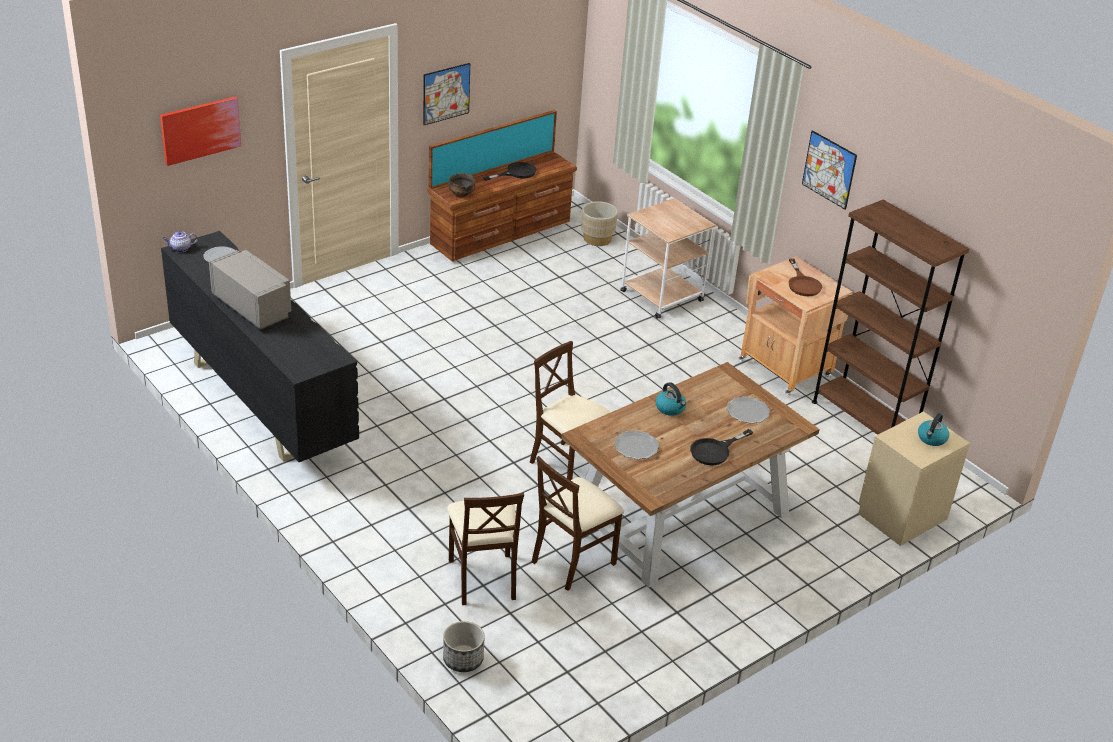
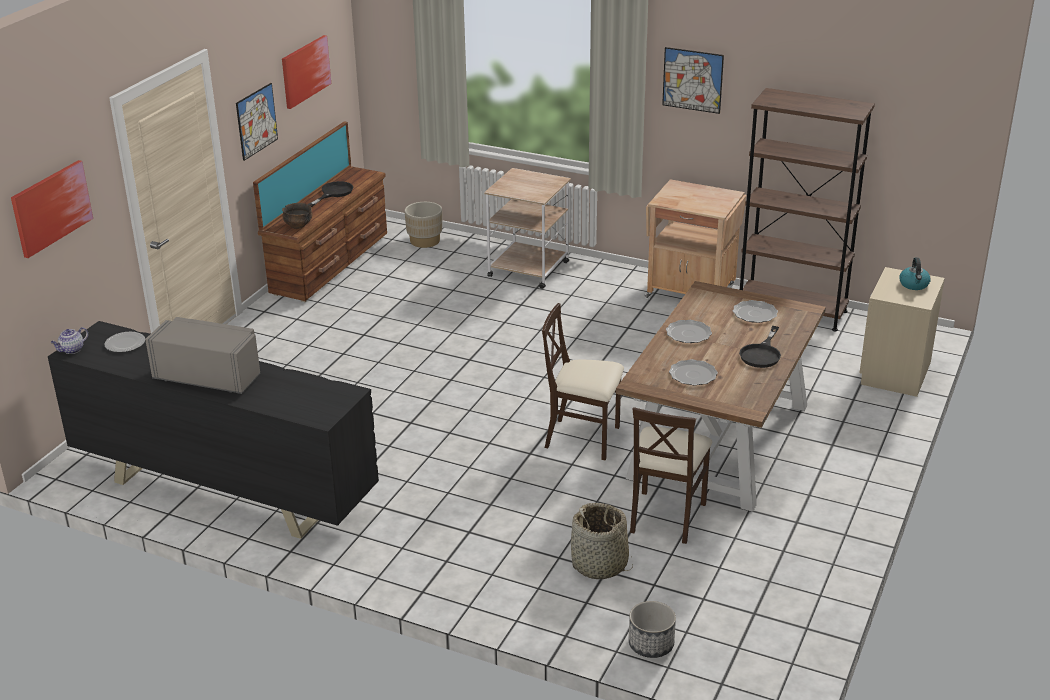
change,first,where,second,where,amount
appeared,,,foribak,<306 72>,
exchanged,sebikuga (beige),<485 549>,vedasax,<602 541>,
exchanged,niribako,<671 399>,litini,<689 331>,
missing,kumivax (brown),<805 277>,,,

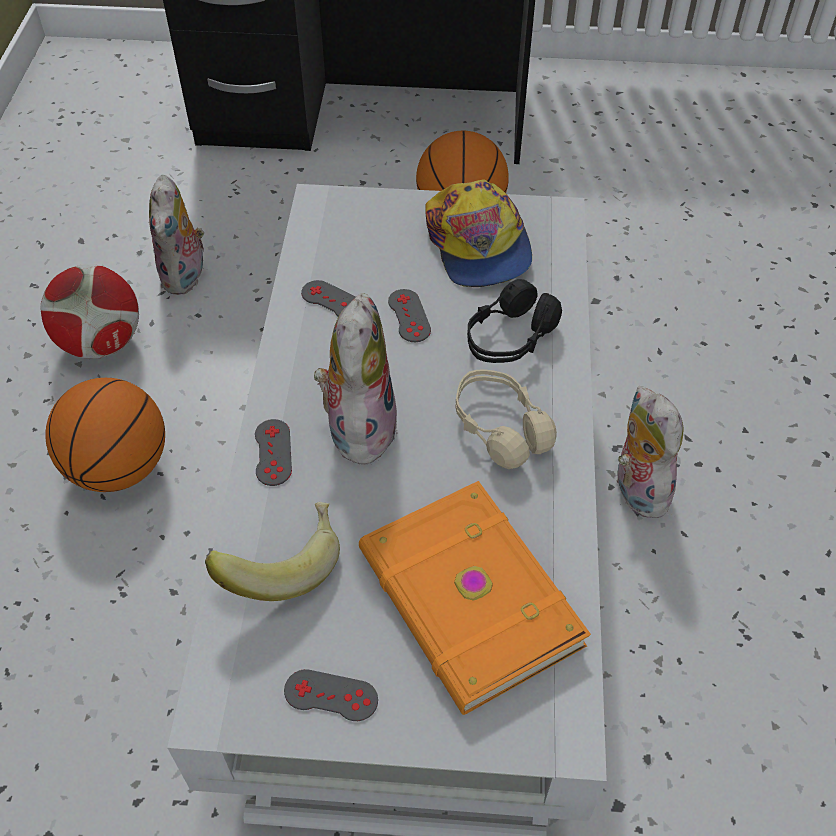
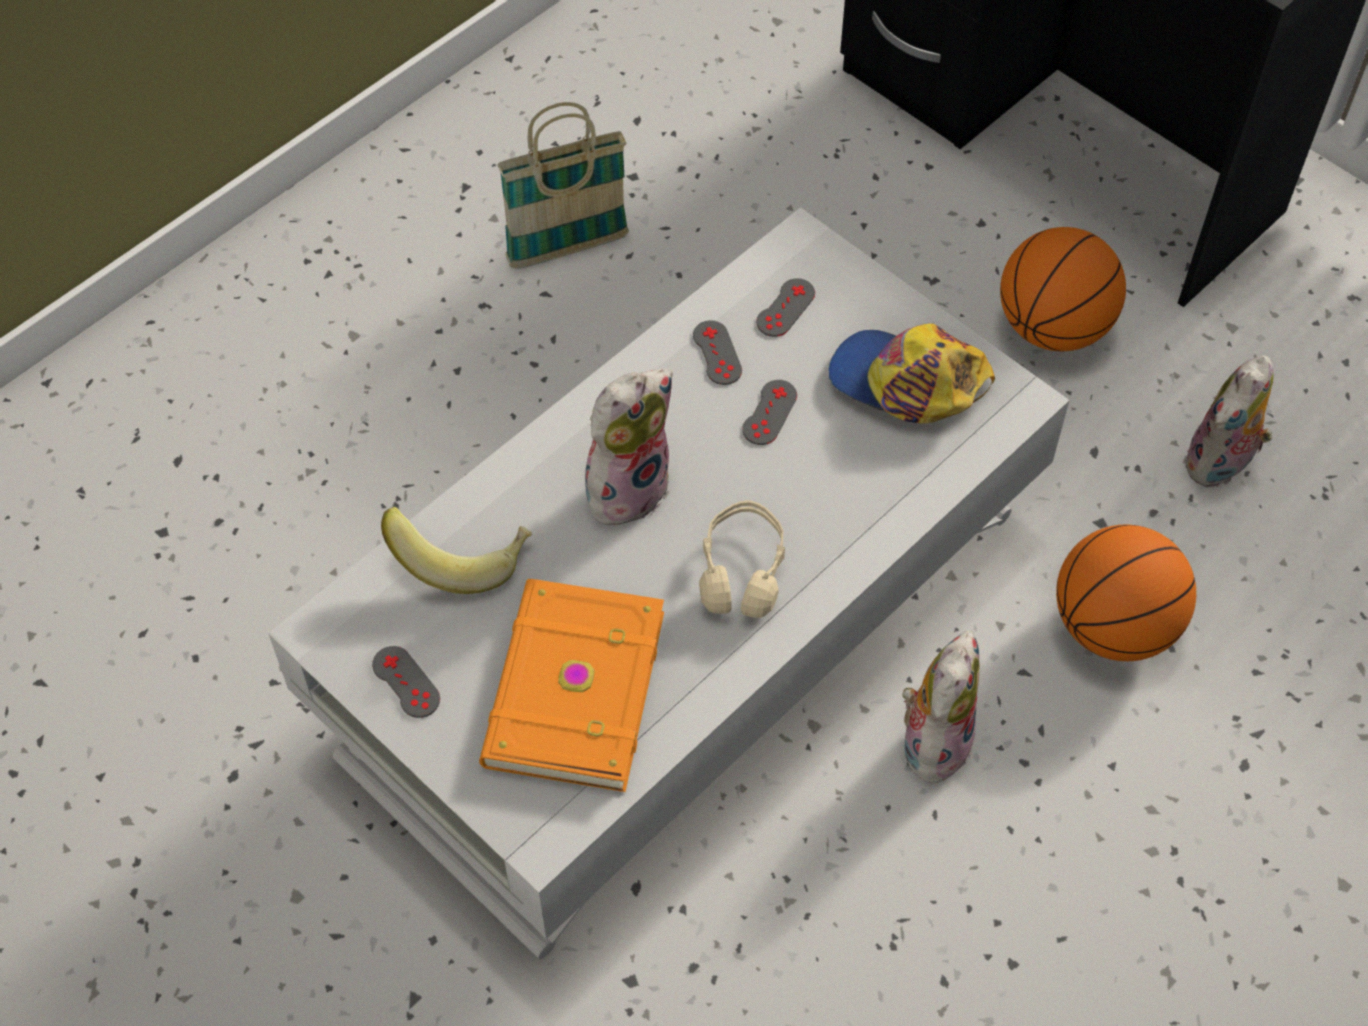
change,first,where,second,where,amount
exchanged,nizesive,<89 311>,vedasax,<563 185>,
relocated,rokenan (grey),<273 452>,,<785 307>,
spun,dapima,<478 233>,,<912 374>,90 degrees clockwise
relocated,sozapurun,<105 435>,,<1126 593>,
relocated,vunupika,<178 235>,,<1228 421>,
missing,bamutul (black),<514 321>,,,

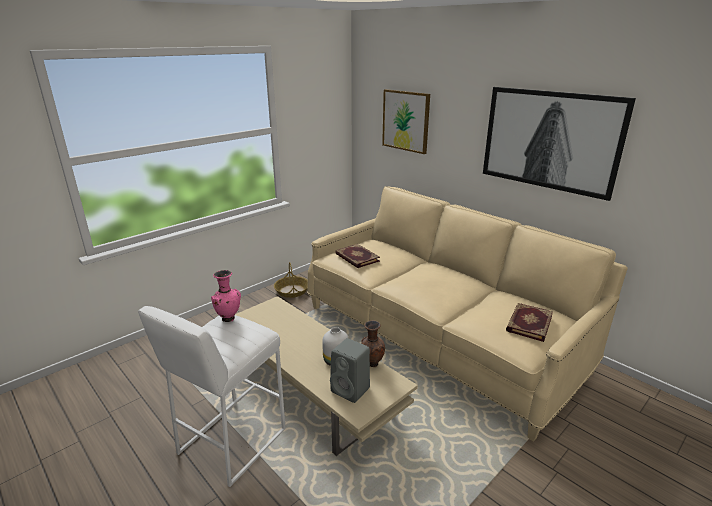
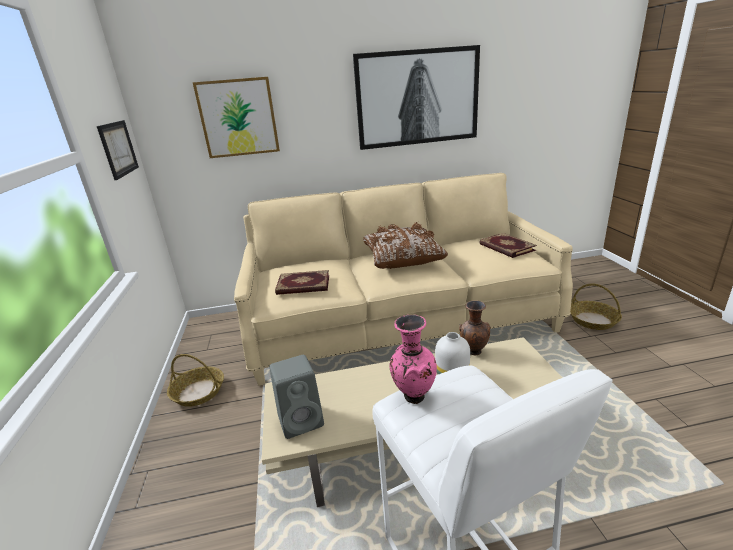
change,first,where,second,where,amount
appeared,,,foribak,<118 150>,
relocated,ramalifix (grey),<350 370>,,<296 397>,
appeared,,,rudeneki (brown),<405 245>,
appeared,,,vedasax,<596 307>,

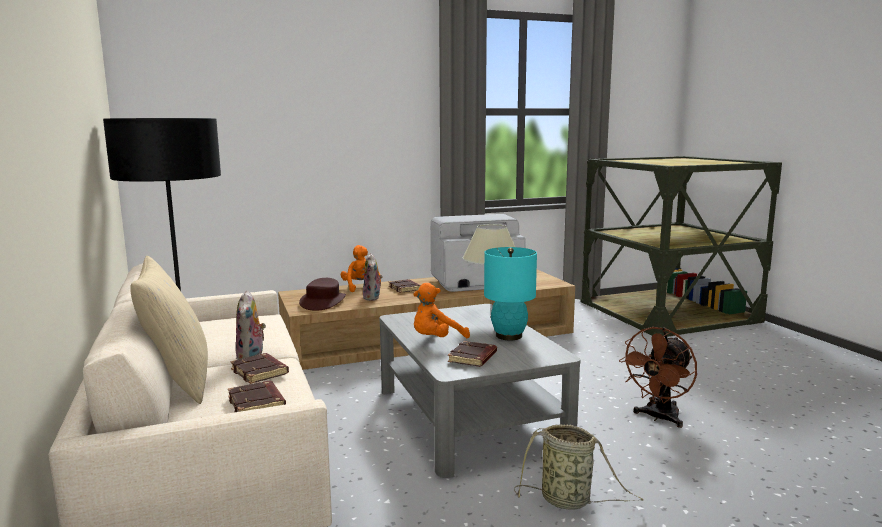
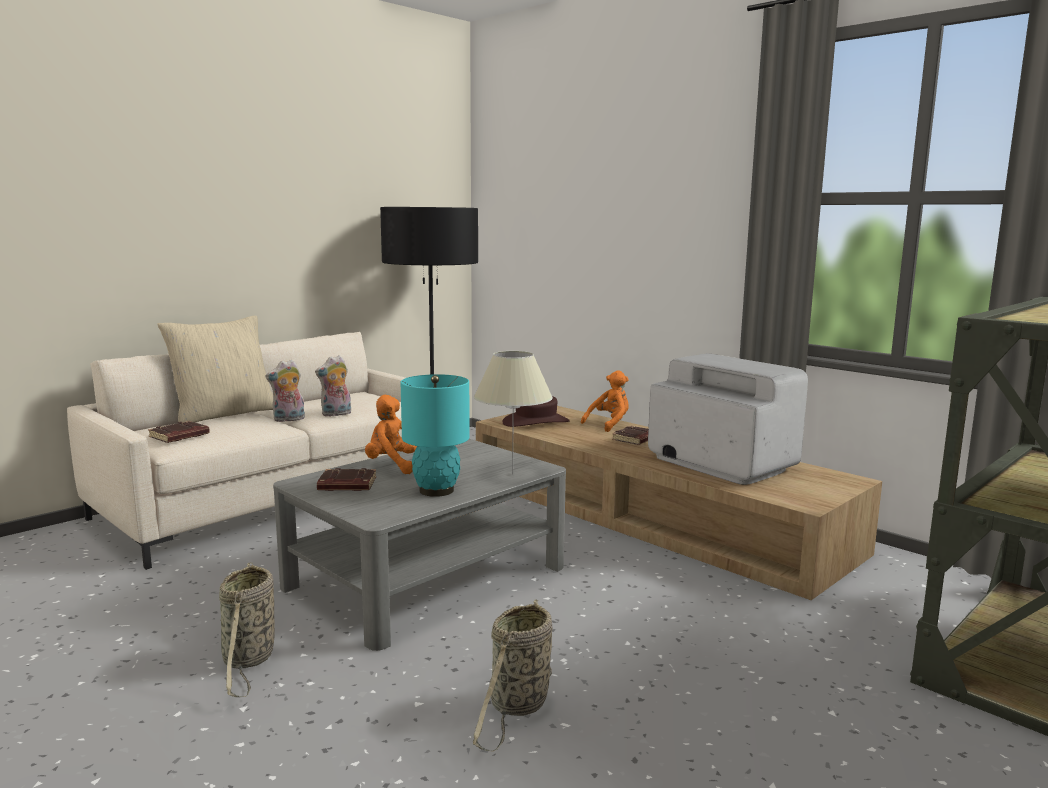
change,first,where,second,where,amount
relocated,vunupika,<373 277>,,<333 386>,
exchanged,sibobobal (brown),<658 377>,vedasax,<513 675>,
missing,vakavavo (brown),<259 368>,,,

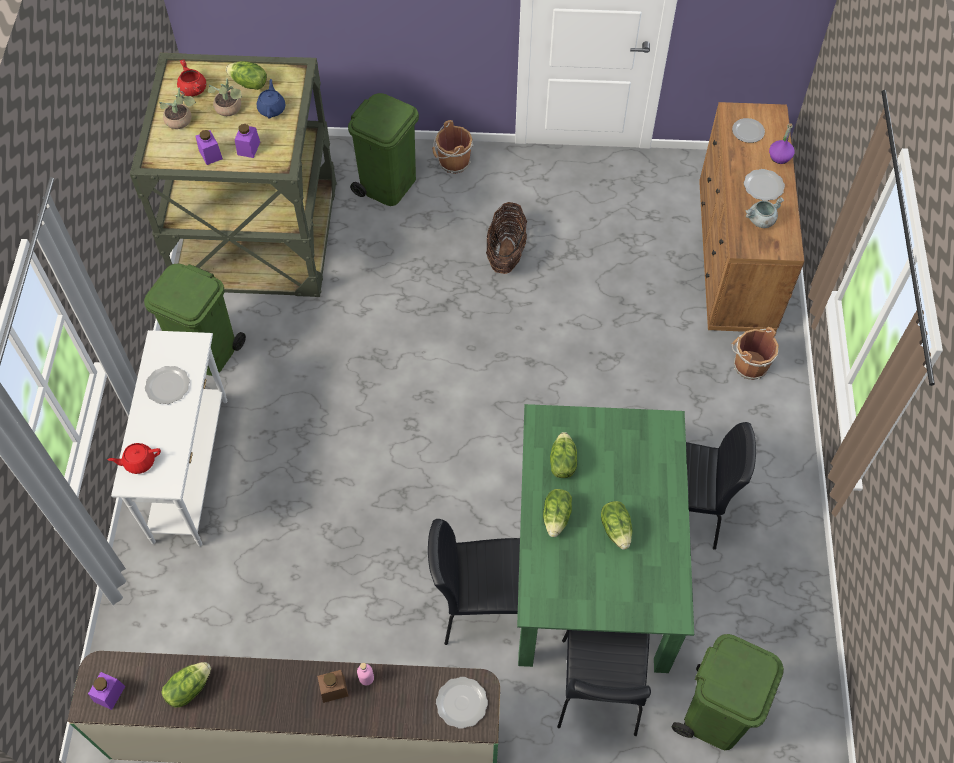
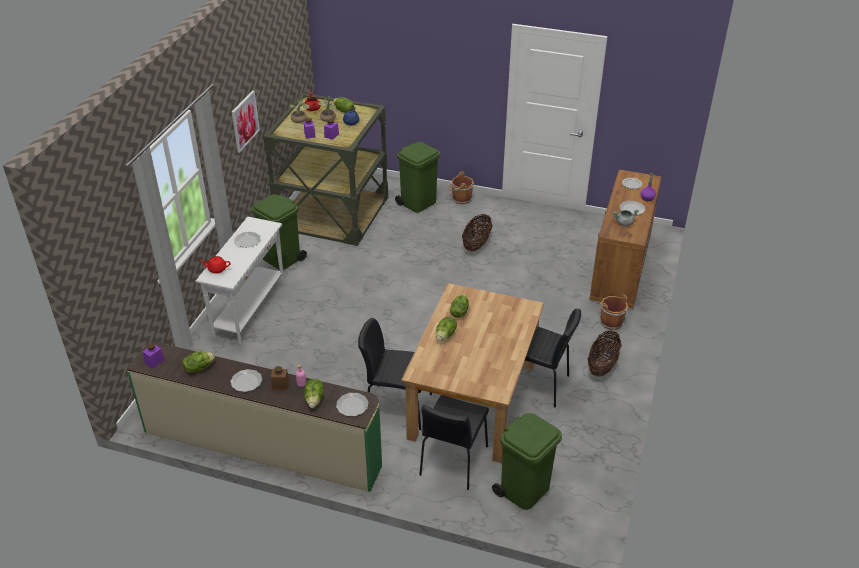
change,first,where,second,where,amount
appeared,,,litini,<246 380>,
appeared,,,foribak,<246 121>,
relocated,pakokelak,<616 525>,,<313 393>,
colour,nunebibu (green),<605 538>,nunebibu (brown),<472 373>,
appeared,,,vedasax,<605 353>,

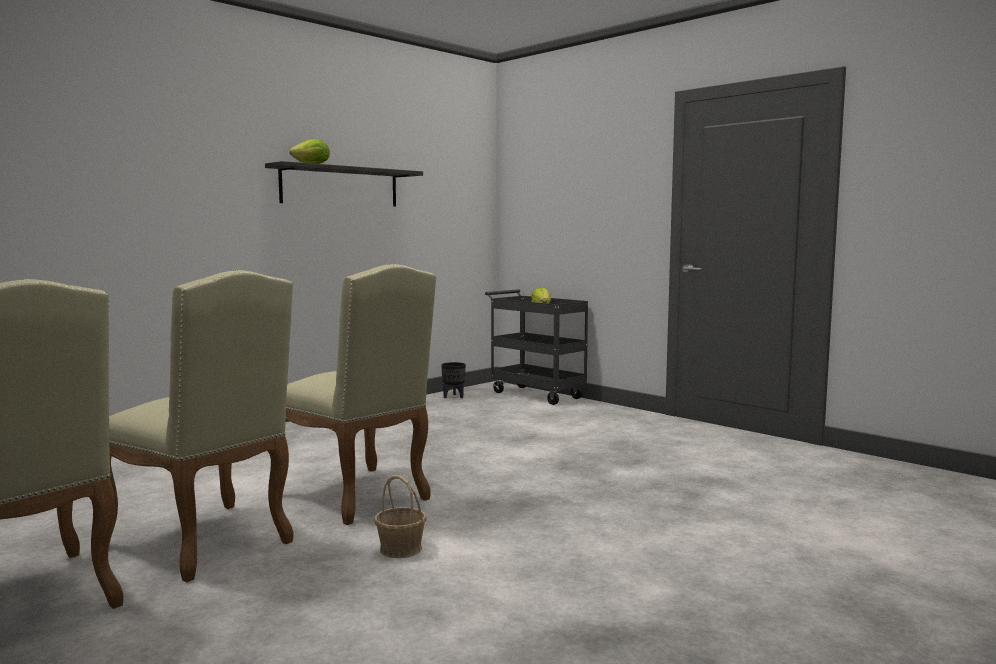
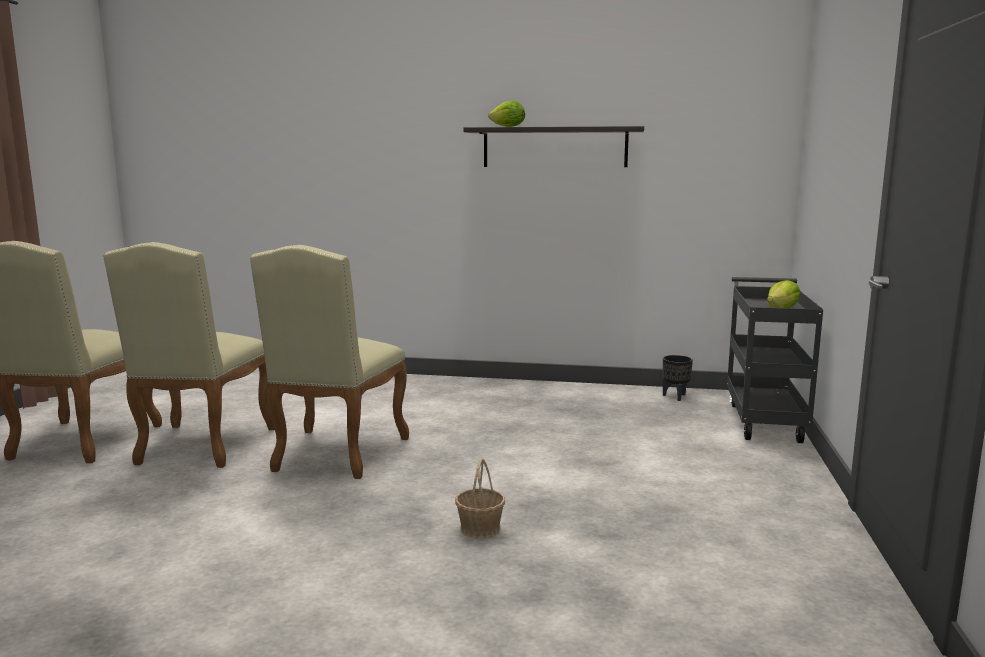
change,first,where,second,where,amount
relocated,vedasax,<400 516>,,<480 498>,

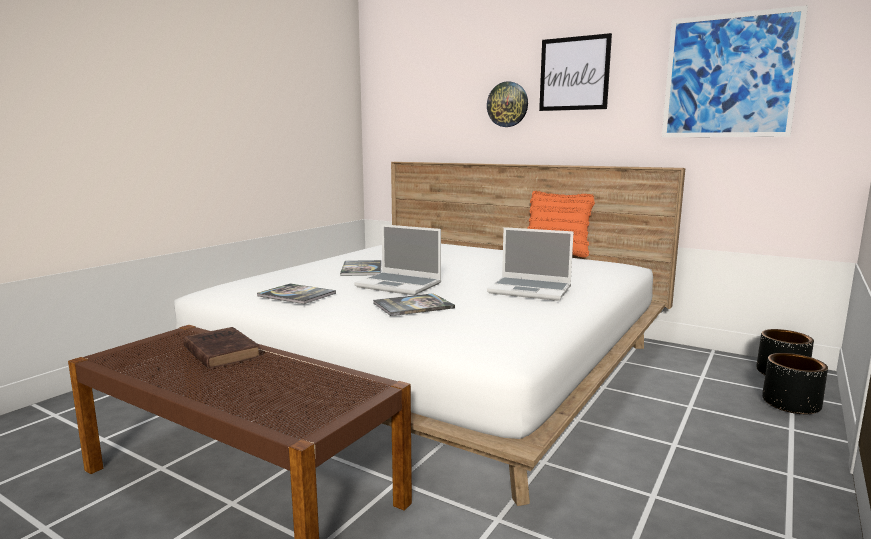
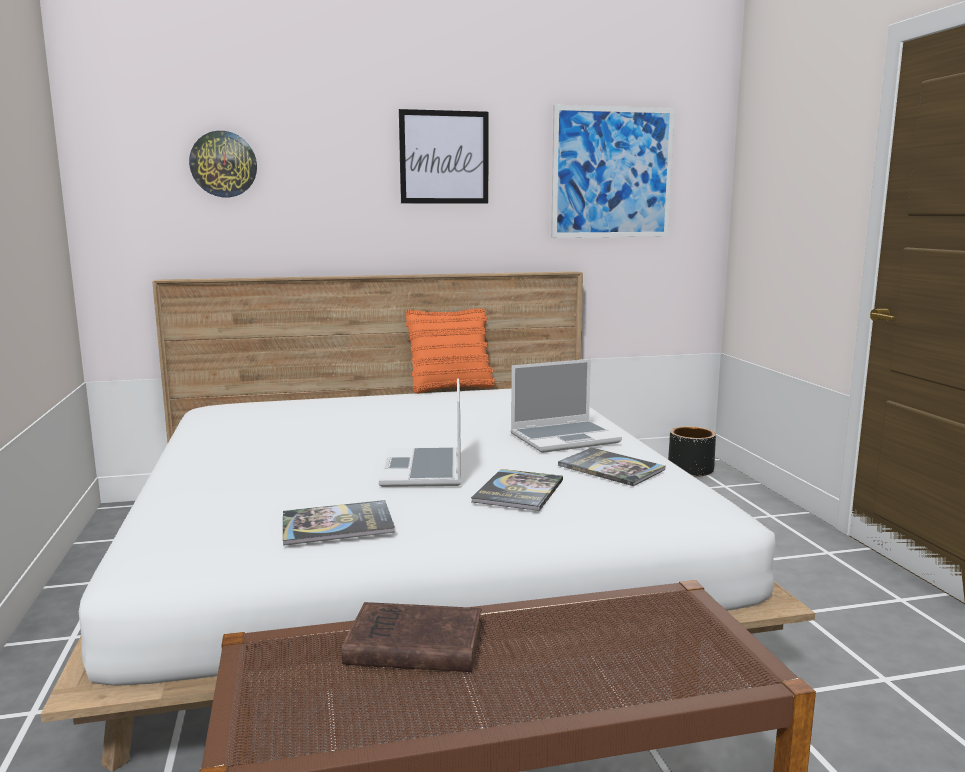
change,first,where,second,where,amount
relocated,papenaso,<507 104>,,<223 164>,
spun,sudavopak,<397 259>,,<420 432>,105 degrees clockwise
relocated,vakavavo,<361 268>,,<611 467>,
missing,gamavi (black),<795 383>,,,

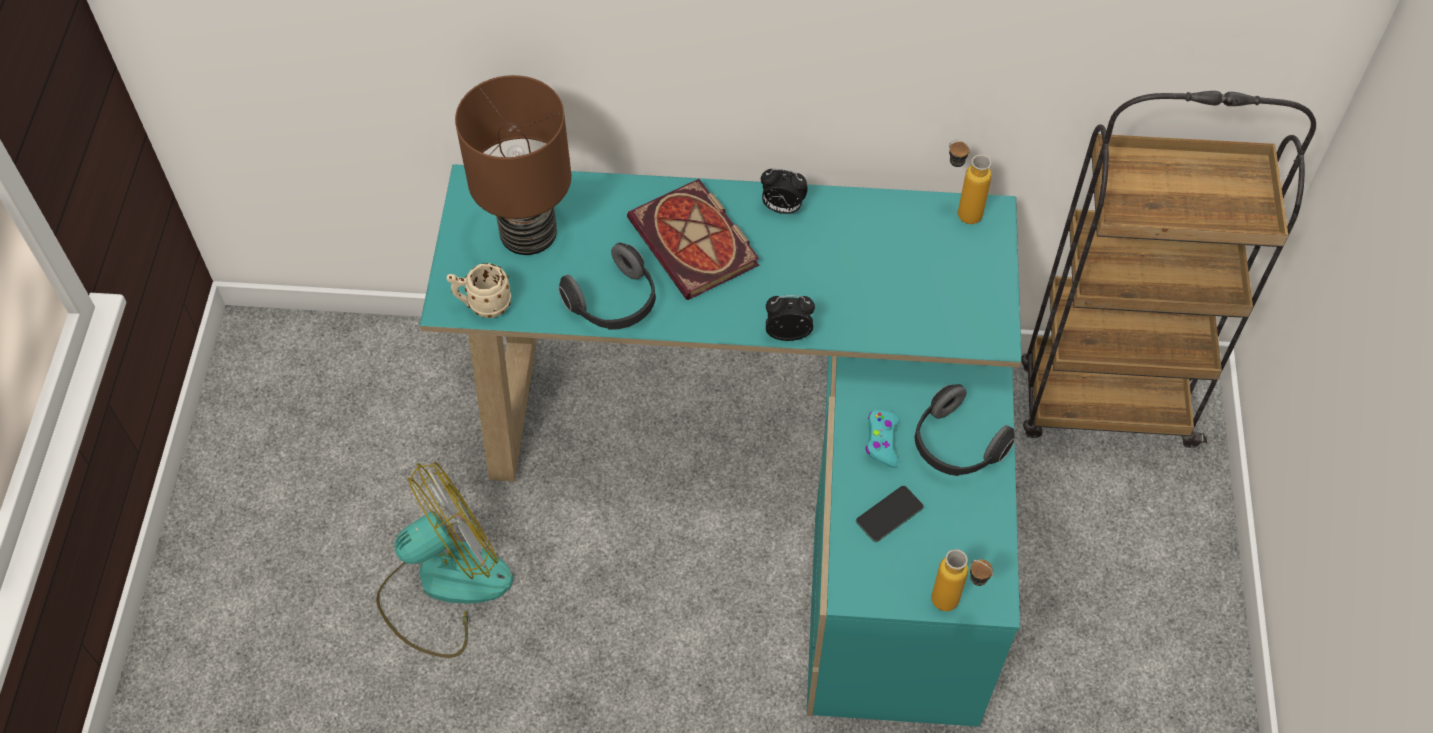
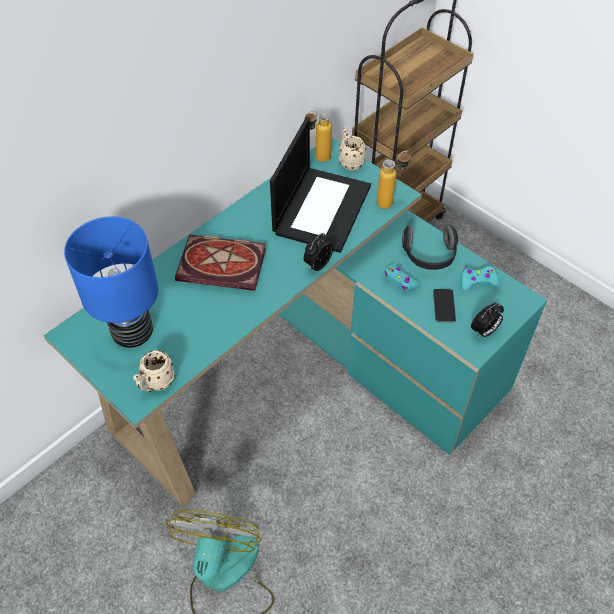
change,first,where,second,where,amount
colour,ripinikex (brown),<513 165>,ripinikex (blue),<111 282>,
appeared,,,sudavopak,<320 185>,
appeared,,,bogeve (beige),<352 148>,
relocated,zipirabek,<962 580>,,<394 180>,
appeared,,,rokenan (turquoise),<480 278>,
relocated,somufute,<784 191>,,<487 320>,
missing,bamutul,<607 286>,,,

